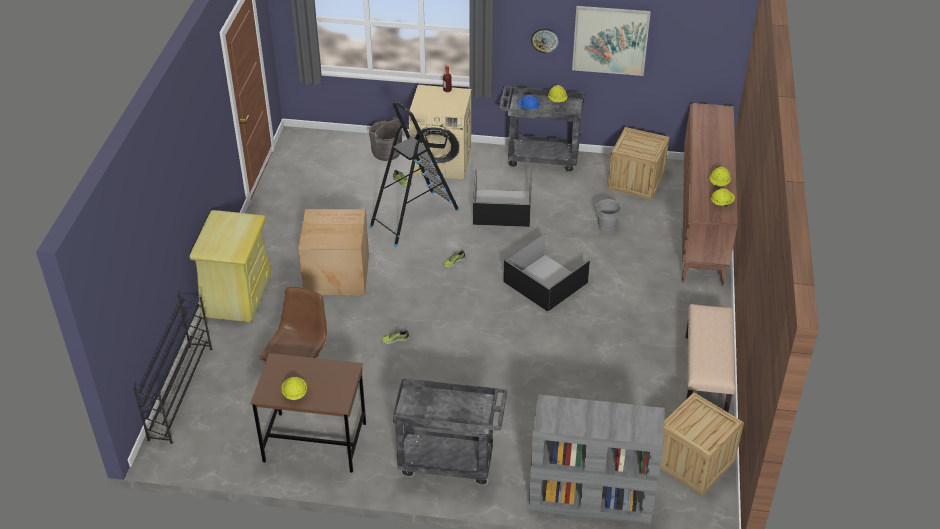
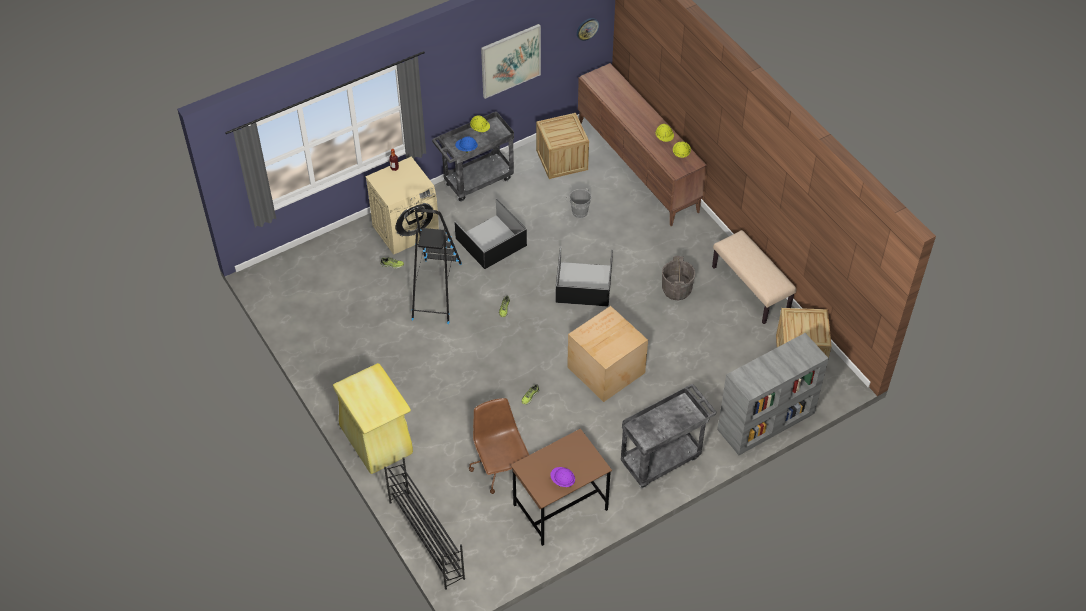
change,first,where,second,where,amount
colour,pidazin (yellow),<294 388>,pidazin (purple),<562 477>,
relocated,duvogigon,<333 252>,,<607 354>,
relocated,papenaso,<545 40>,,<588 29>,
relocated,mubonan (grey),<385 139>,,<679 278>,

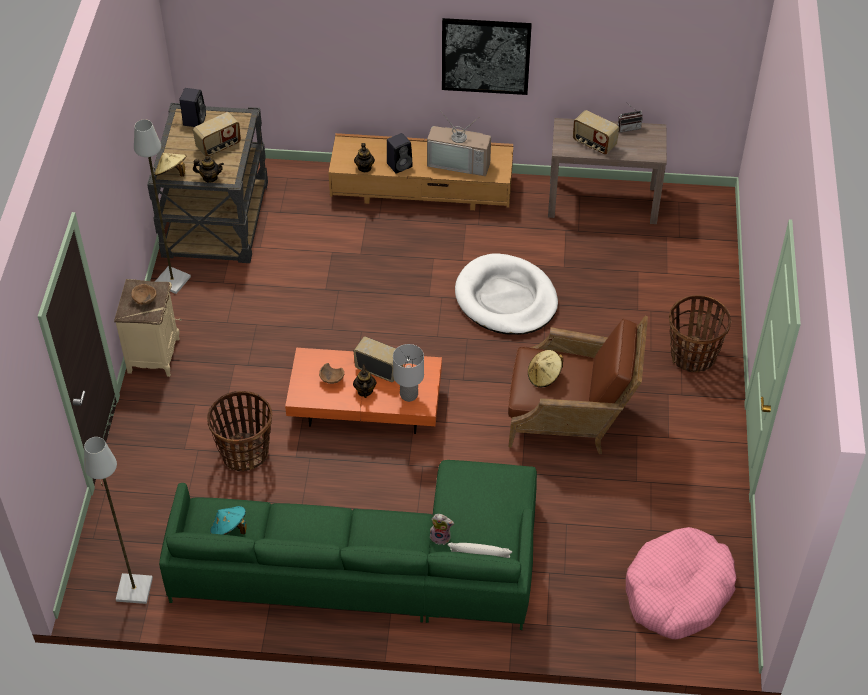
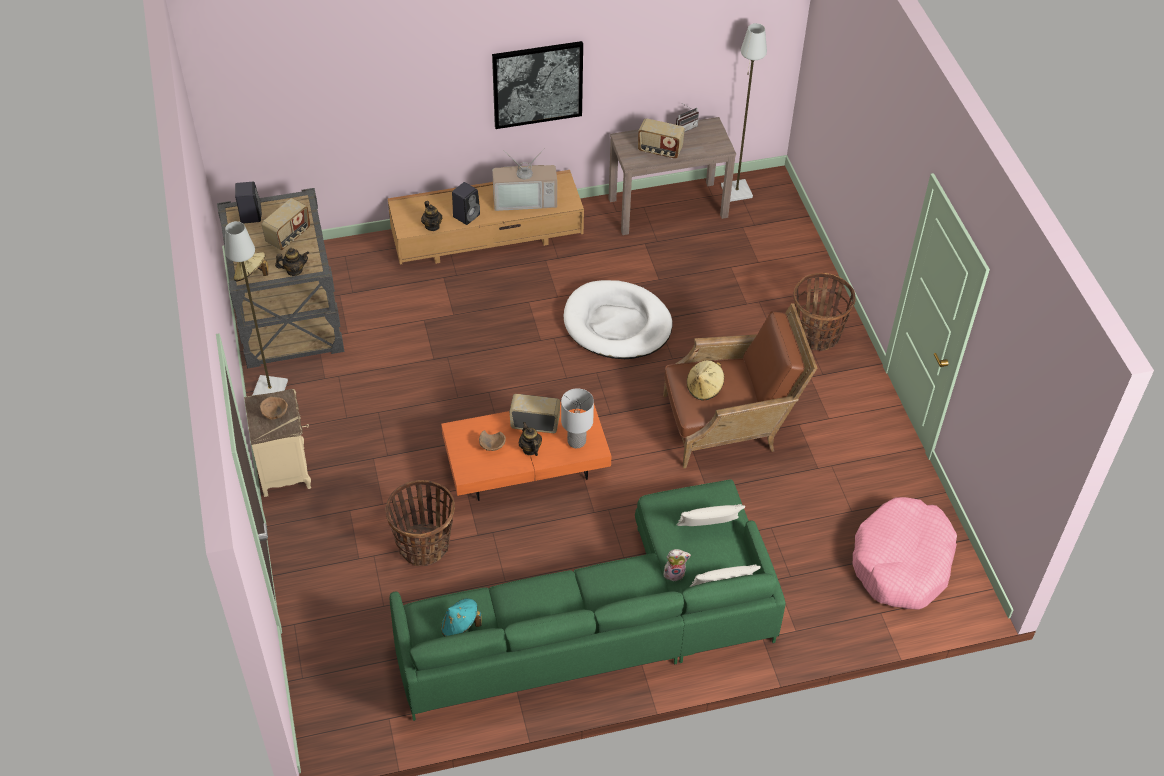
change,first,where,second,where,amount
appeared,,,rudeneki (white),<711 515>,
relocated,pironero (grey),<118 520>,,<744 112>,

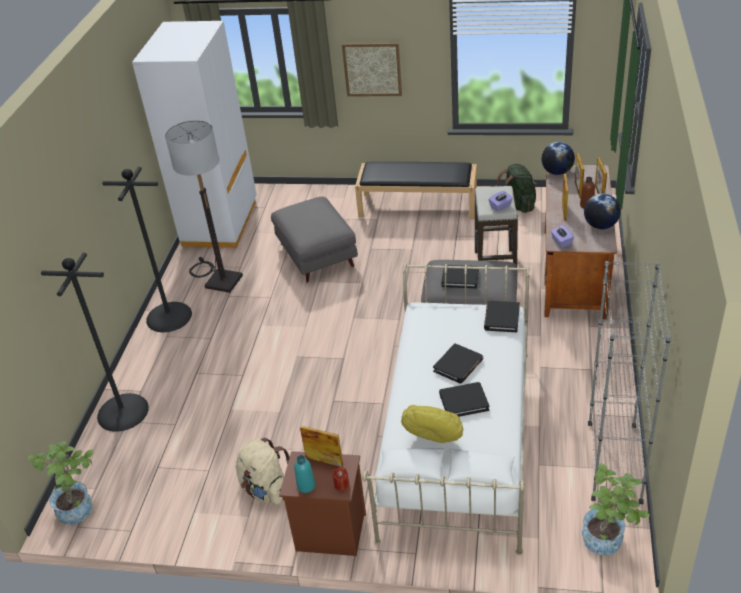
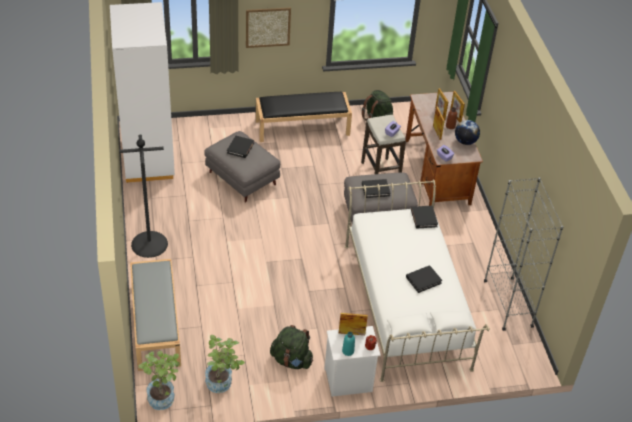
change,first,where,second,where,amount
exchanged,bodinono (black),<95 342>,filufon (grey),<155 315>,
relocated,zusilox,<616 509>,,<225 364>,
relocated,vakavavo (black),<458 363>,,<241 147>,
colour,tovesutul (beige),<263 471>,tovesutul (green),<291 347>,
colour,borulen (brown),<322 503>,borulen (white),<352 361>,
missing,pironero,<204 206>,,,
missing,rudeneki (yellow),<432 424>,,,
missing,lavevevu,<558 158>,,,

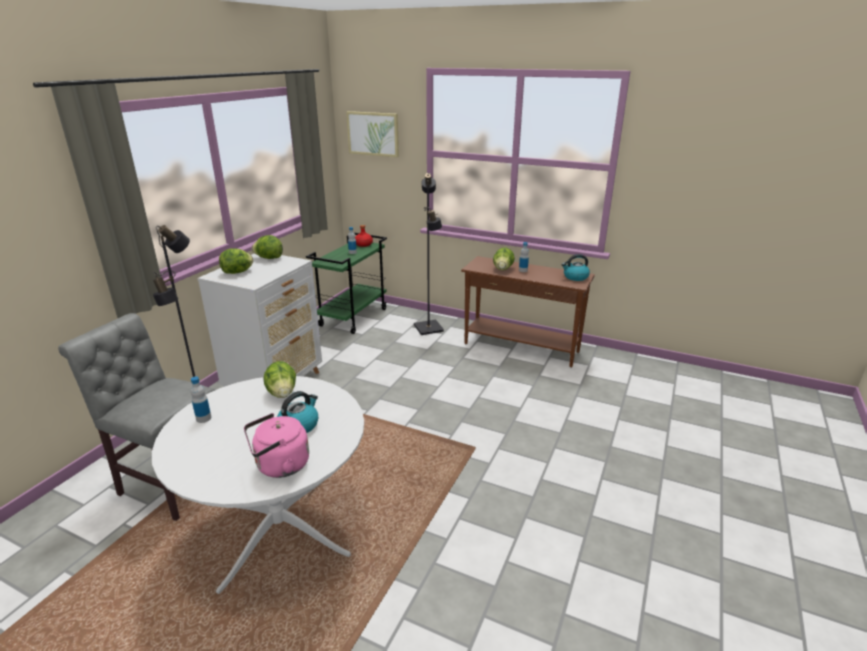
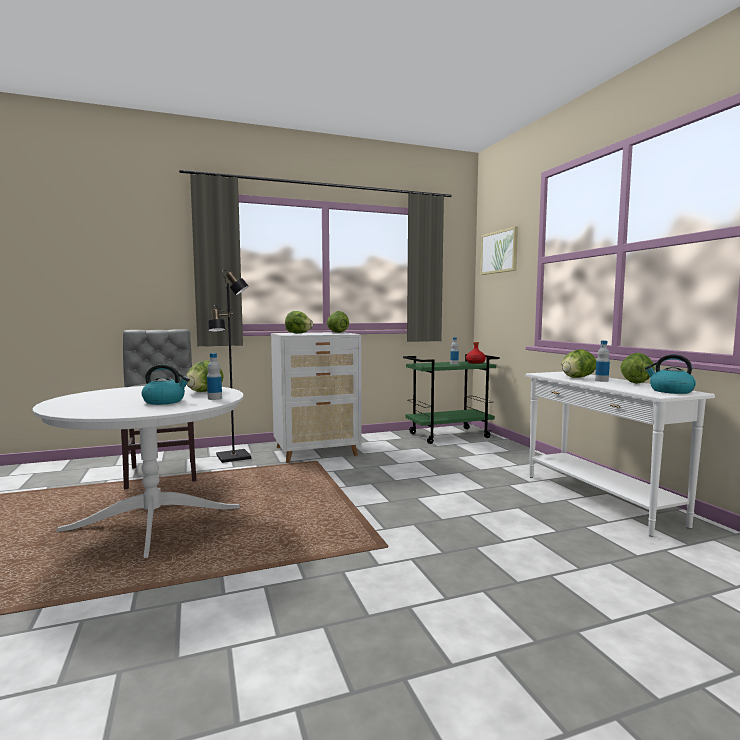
change,first,where,second,where,amount
relocated,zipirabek,<201 400>,,<214 376>,
colour,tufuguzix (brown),<528 312>,tufuguzix (white),<620 454>,
appeared,,,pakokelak,<637 368>,
missing,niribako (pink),<276 445>,,,
missing,pironero (black),<429 254>,,,

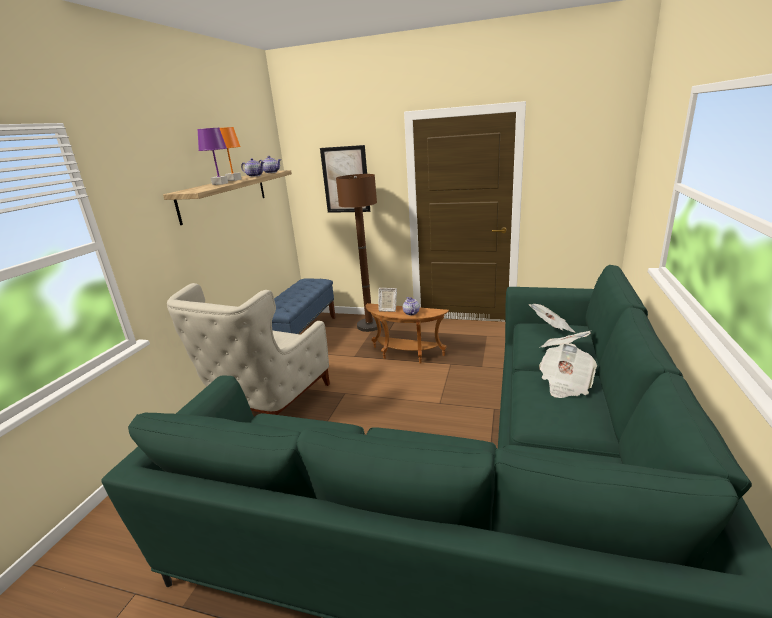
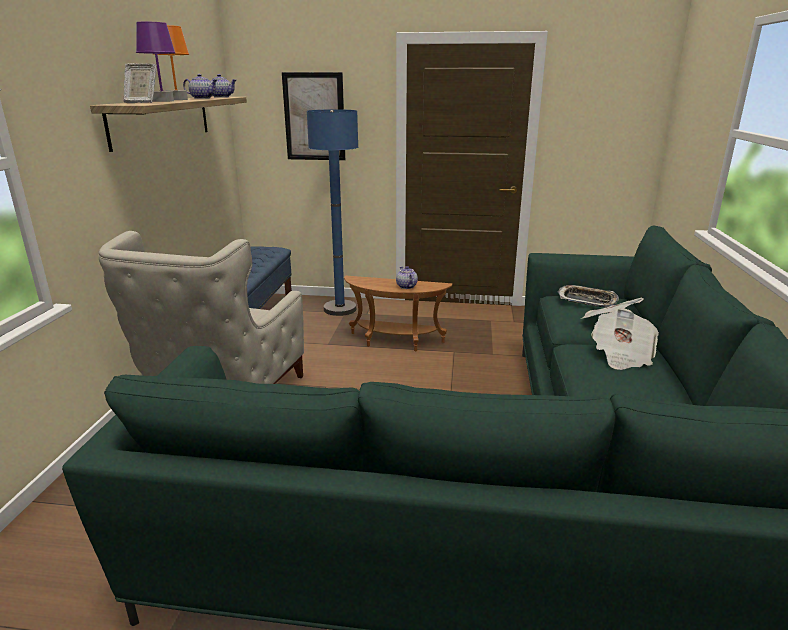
change,first,where,second,where,amount
relocated,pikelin,<387 300>,,<140 83>,
colour,pironero (brown),<359 253>,pironero (blue),<332 212>,
exchanged,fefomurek,<552 318>,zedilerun,<588 296>,

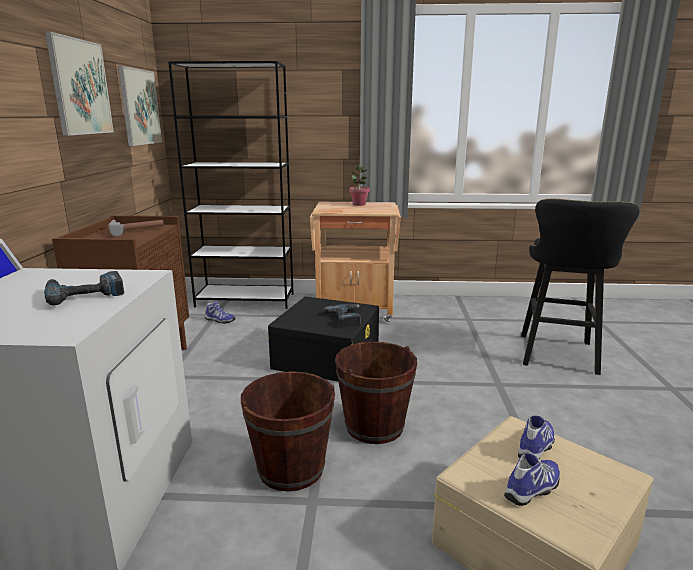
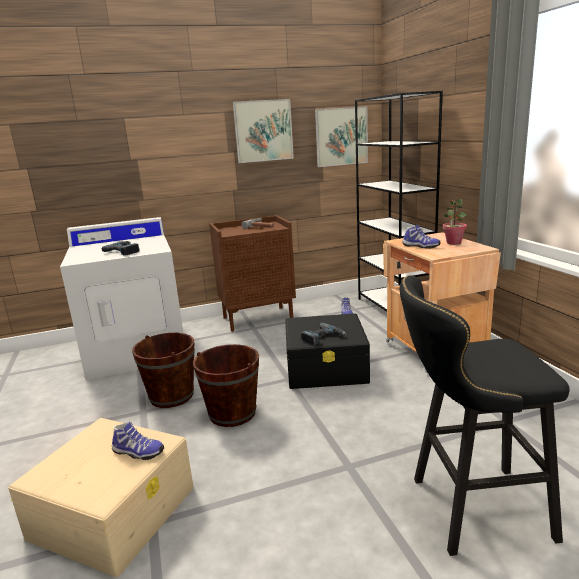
change,first,where,second,where,amount
relocated,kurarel,<532 479>,,<422 237>,

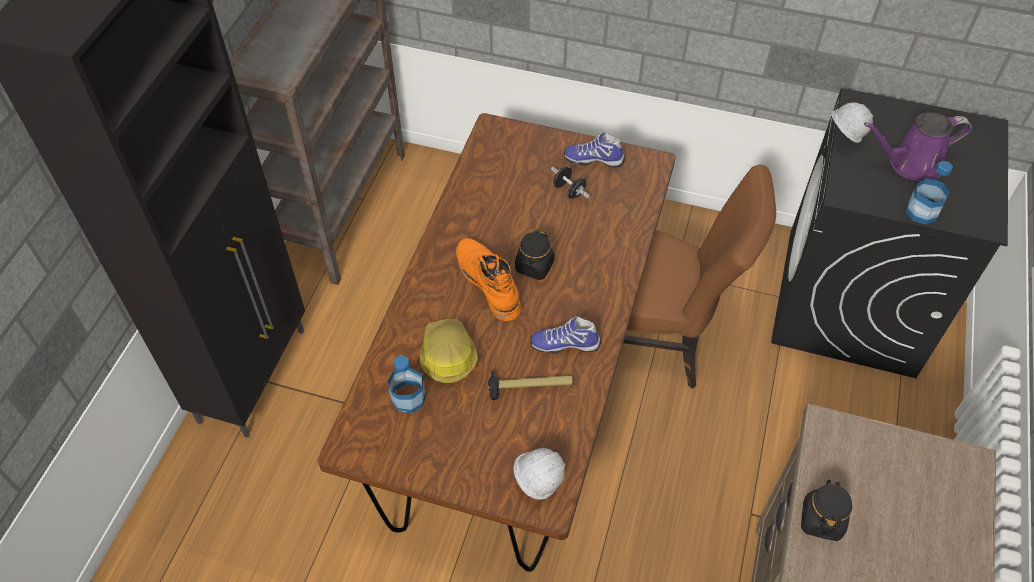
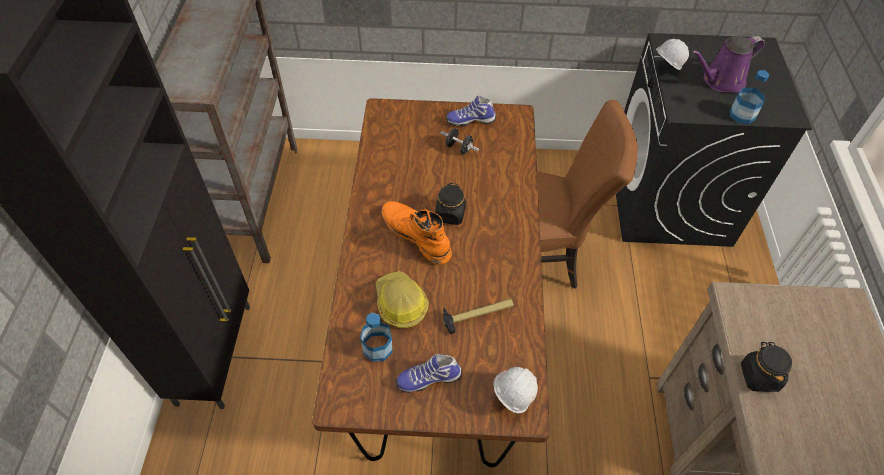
change,first,where,second,where,amount
relocated,kurarel,<565 335>,,<429 373>,

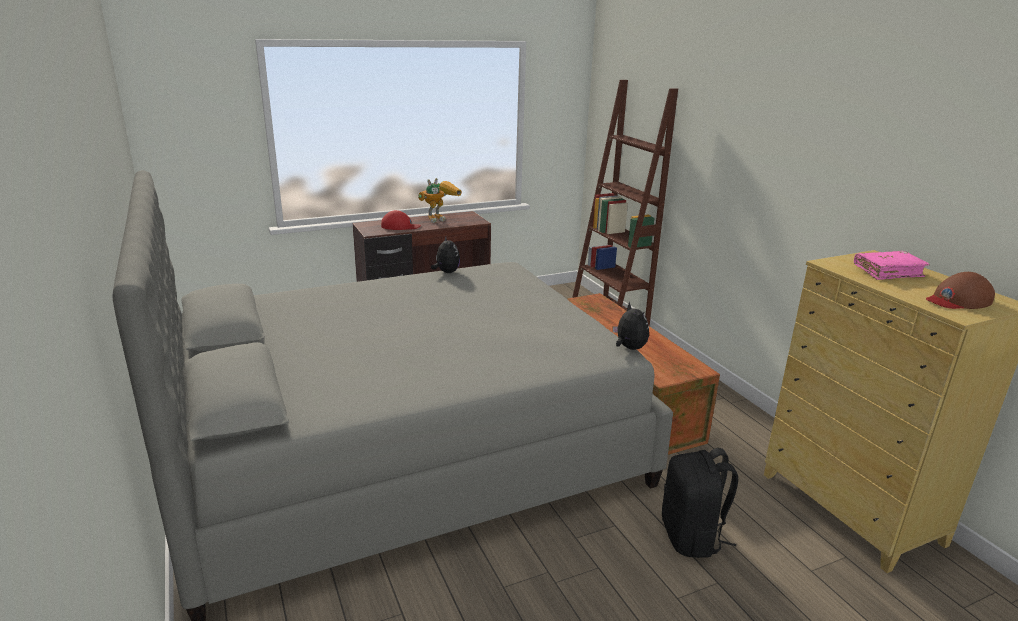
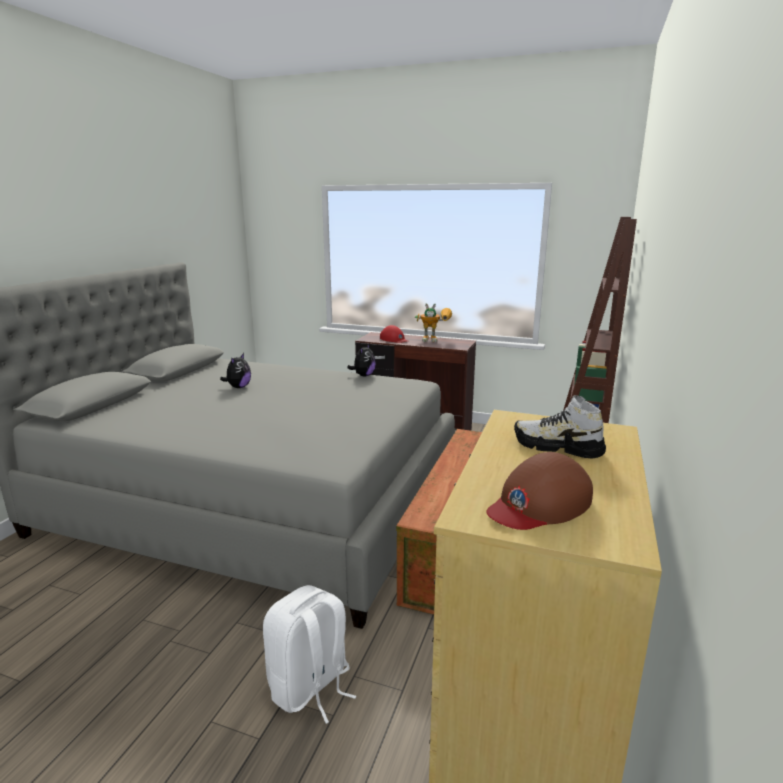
change,first,where,second,where,amount
relocated,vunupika,<631 326>,,<235 370>,
colour,tovesutul (black),<700 503>,tovesutul (white),<309 654>,
spun,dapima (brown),<960 290>,,<539 491>,60 degrees counterclockwise
exchanged,vakavavo (pink),<892 265>,kurarel,<560 427>,

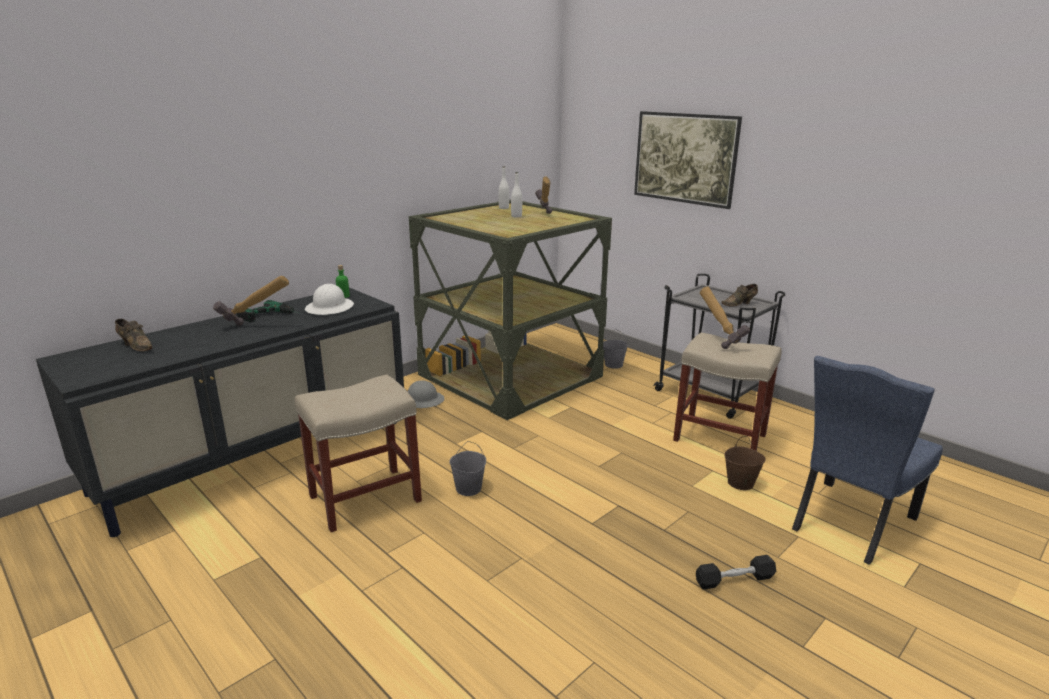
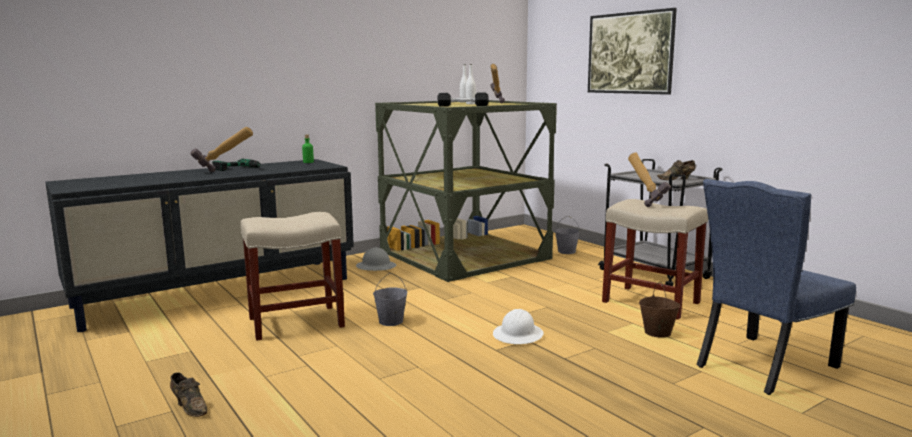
change,first,where,second,where,amount
relocated,kurarel (brown),<134 335>,,<188 394>,
relocated,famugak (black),<736 572>,,<463 100>,
relocated,pidazin (white),<329 299>,,<518 326>,

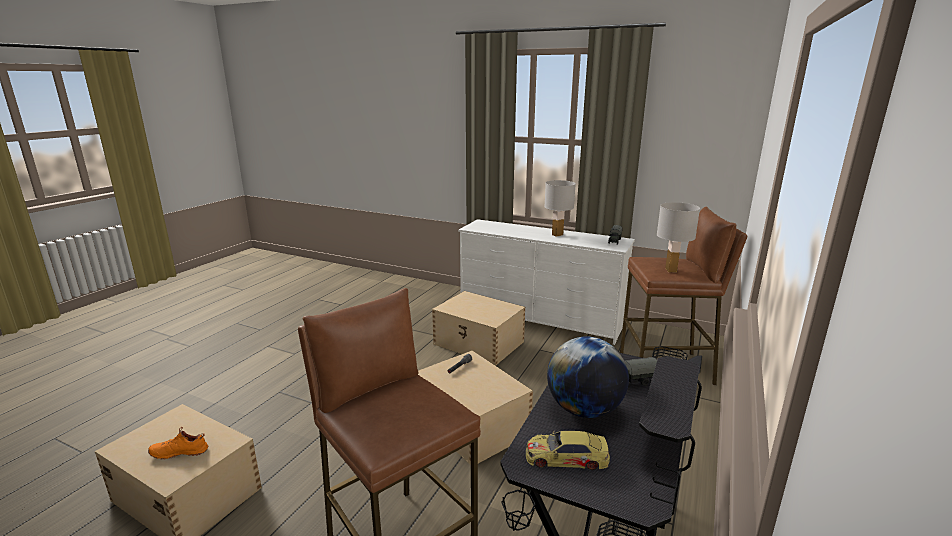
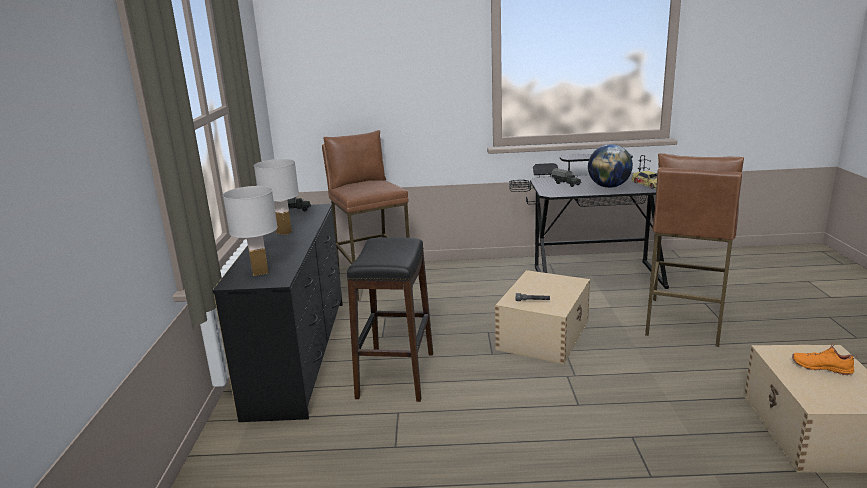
change,first,where,second,where,amount
colour,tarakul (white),<546 282>,tarakul (black),<277 313>,
relocated,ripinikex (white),<678 237>,,<250 231>,
exchanged,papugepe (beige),<478 328>,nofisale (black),<390 319>,
spun,kurarel (orange),<178 443>,,<825 358>,150 degrees clockwise

